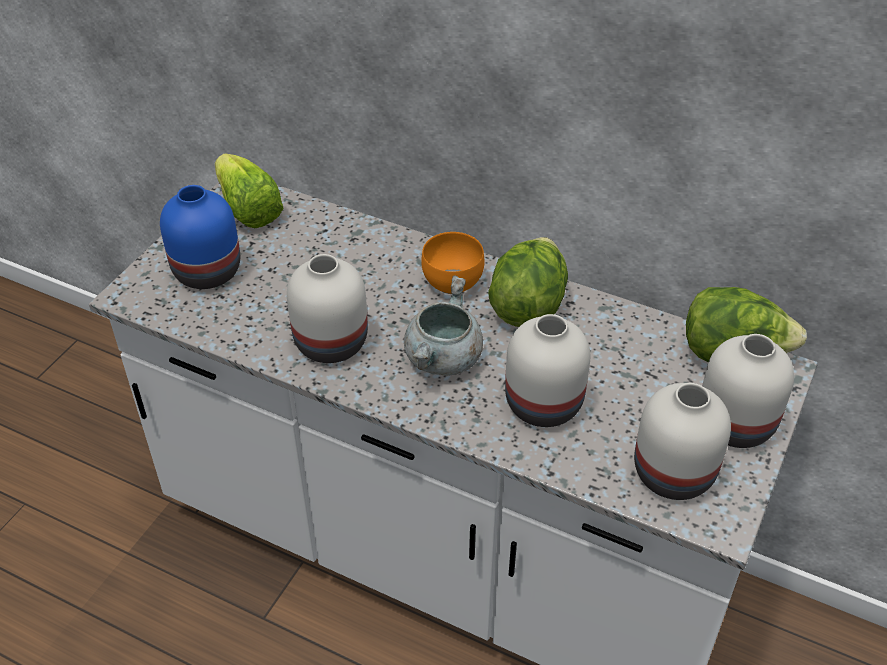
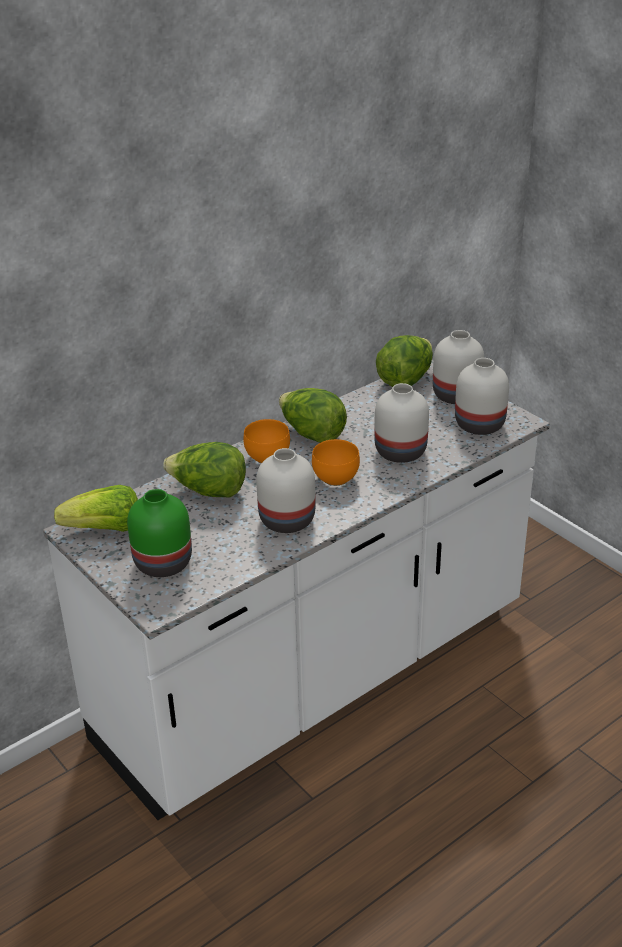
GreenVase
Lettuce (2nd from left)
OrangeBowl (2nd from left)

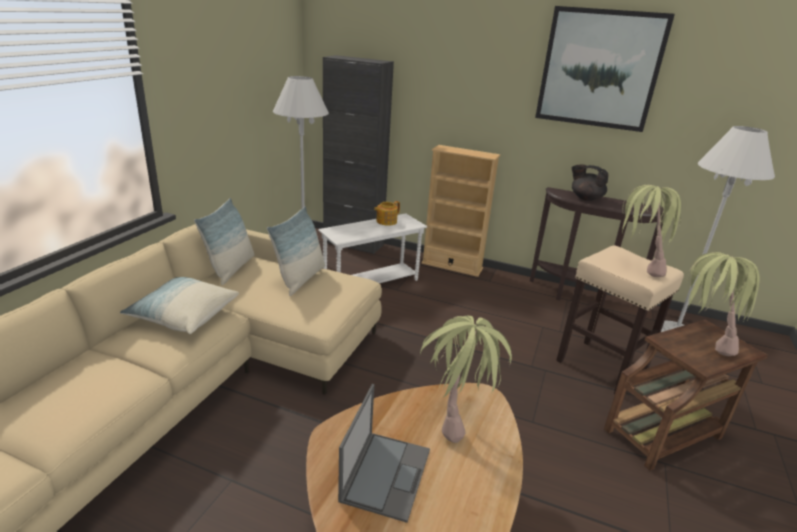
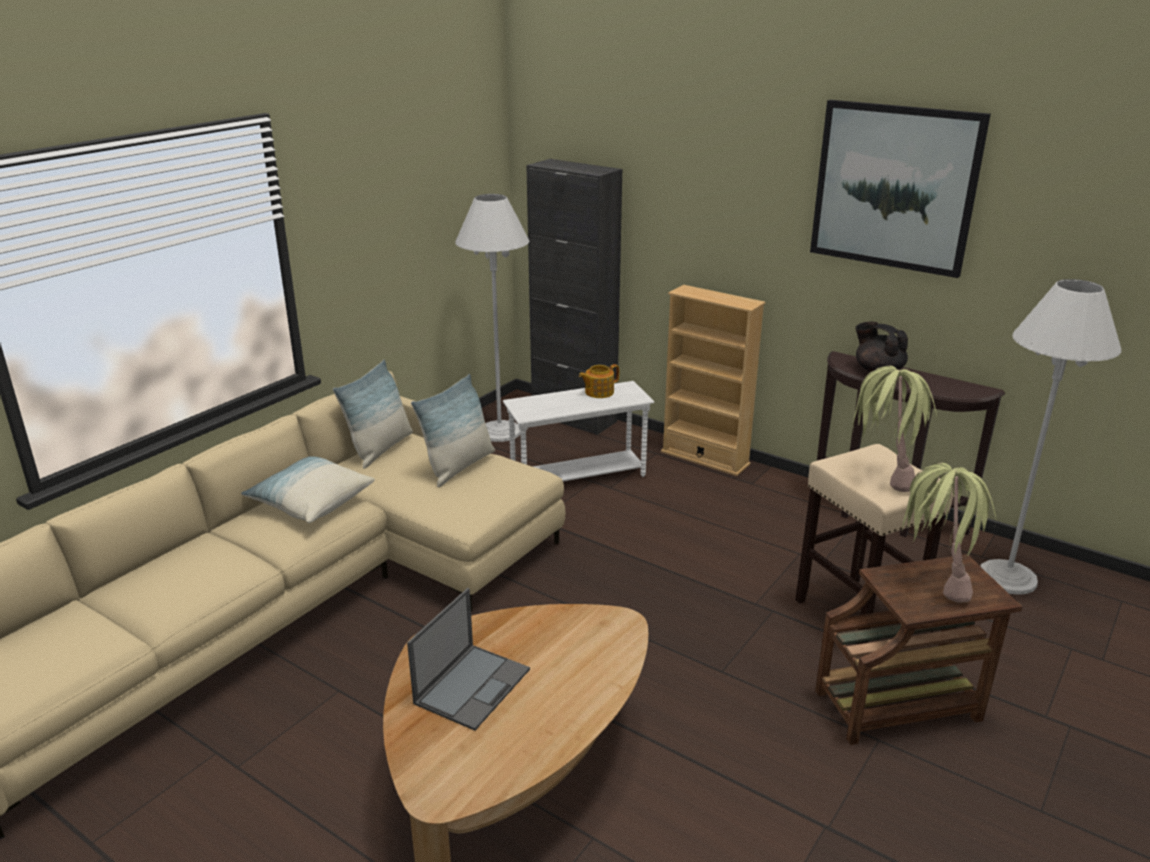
PottedPlant (1st from left in the first image)

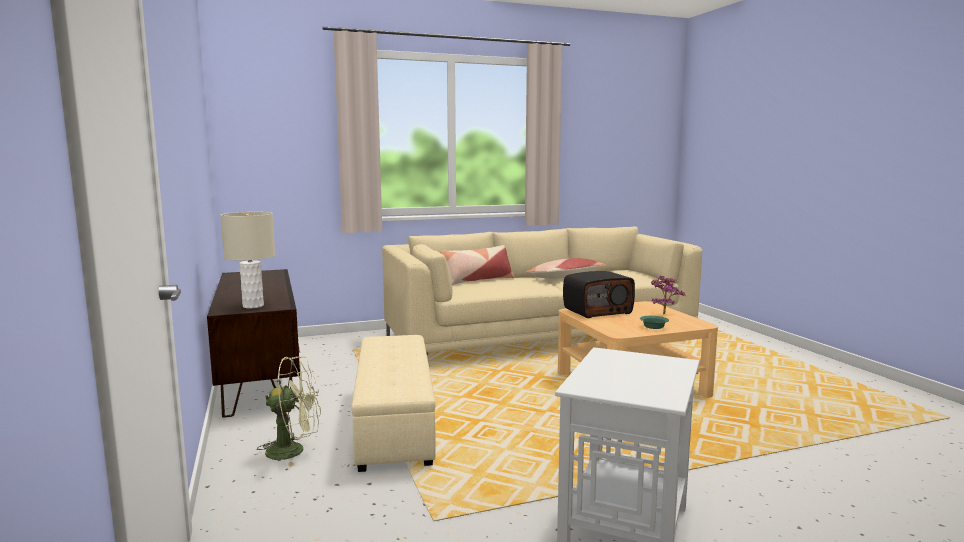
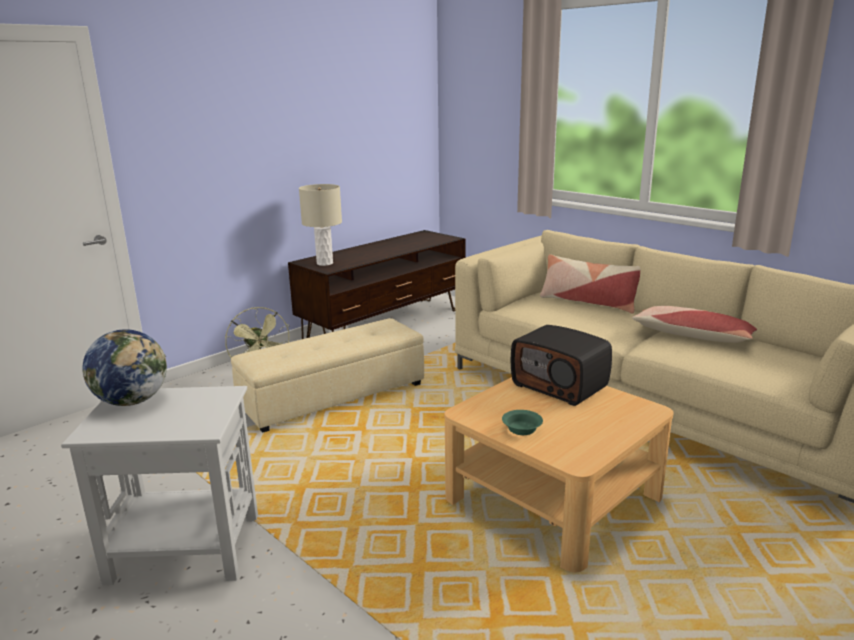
Globe
PottedPlant

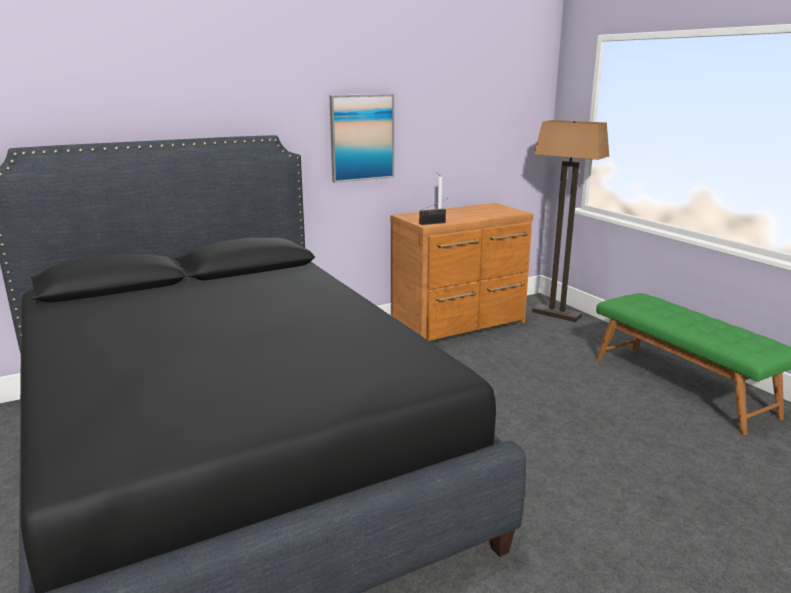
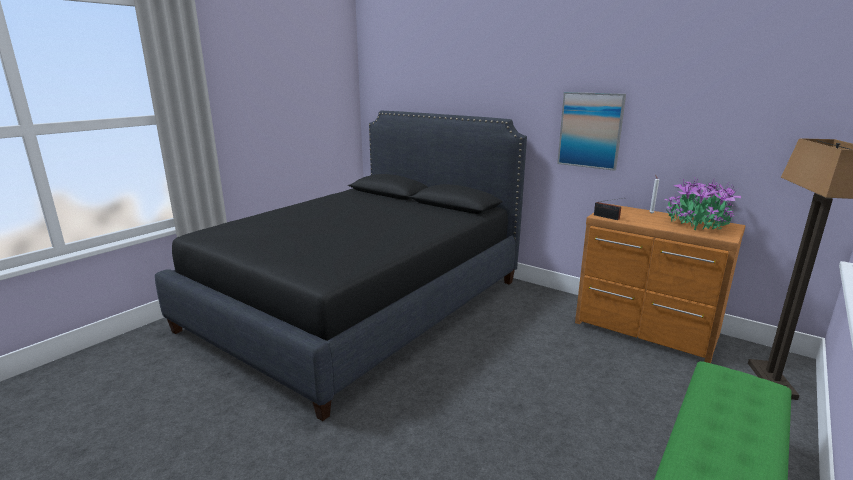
PottedPlant

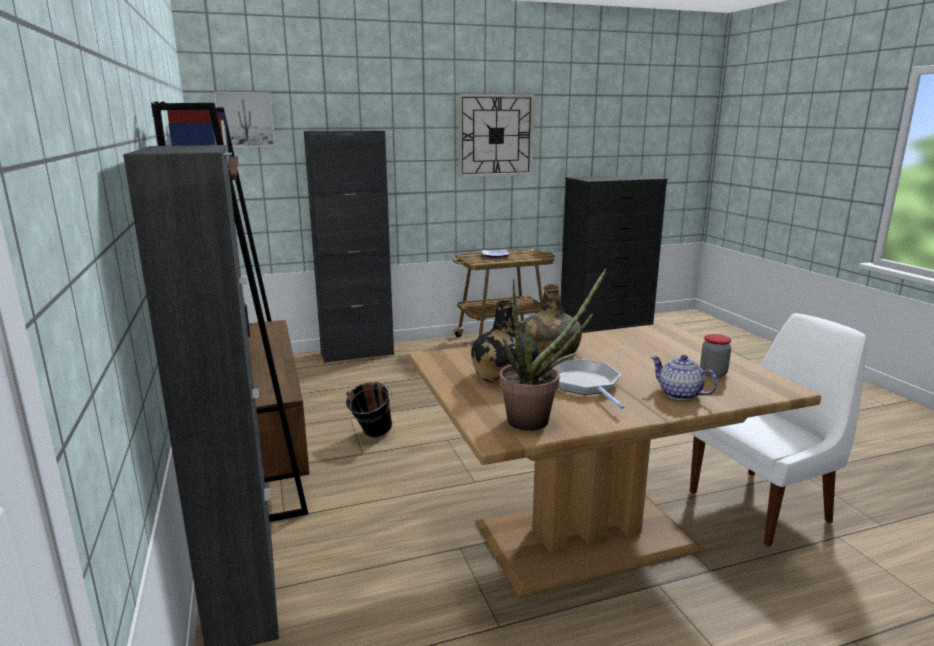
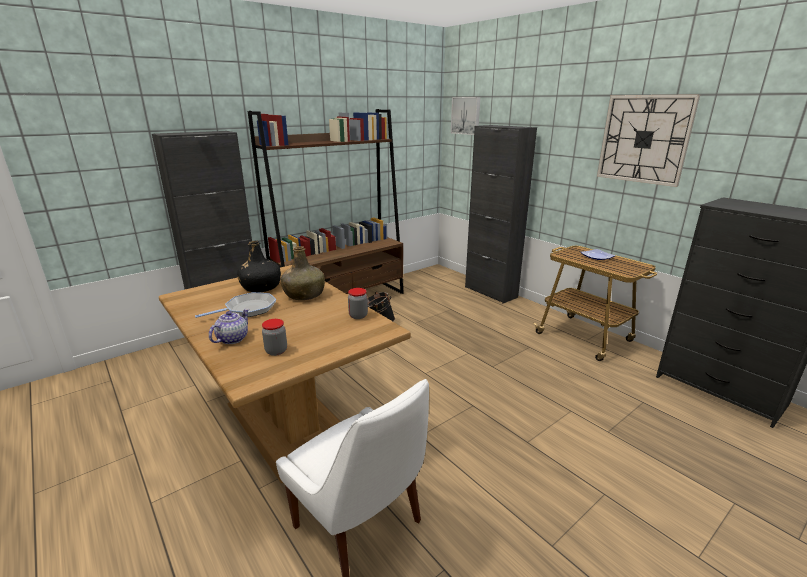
Jar (2nd from left)
PottedPlant

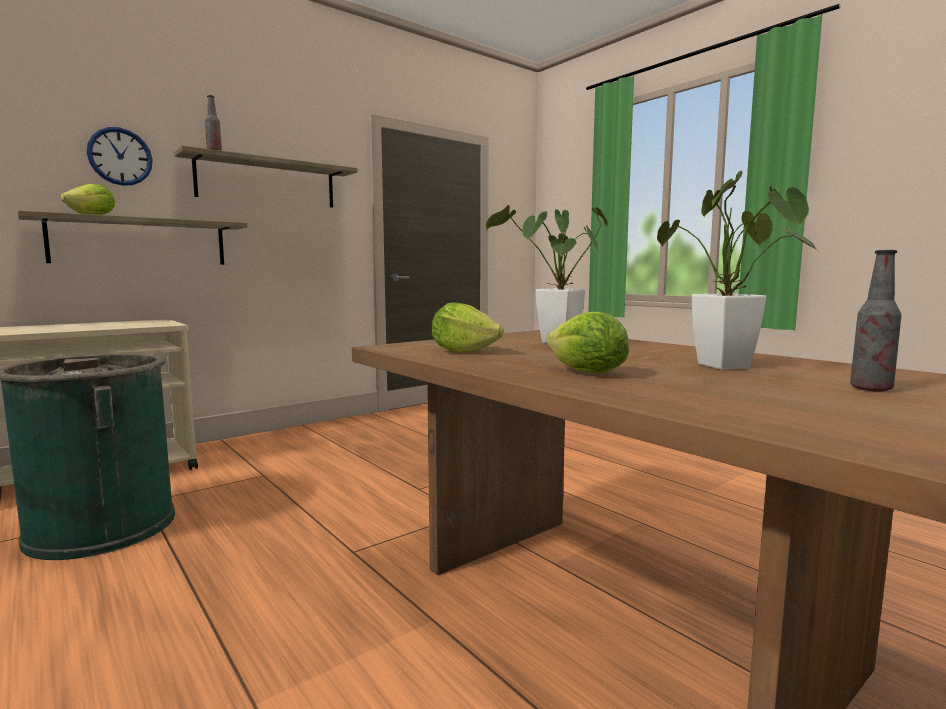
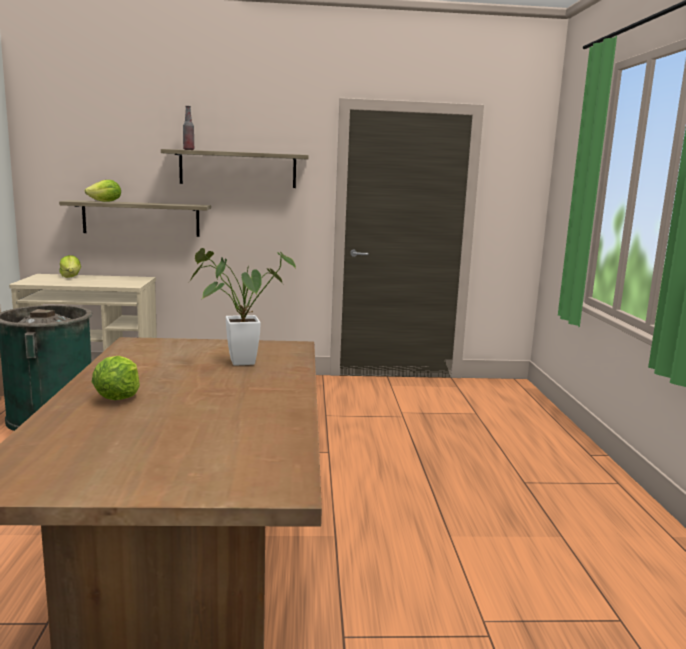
Lettuce (1st from left)
WallClock
PottedPlant (2nd from left in the first image)
Bottle (2nd from left in the first image)

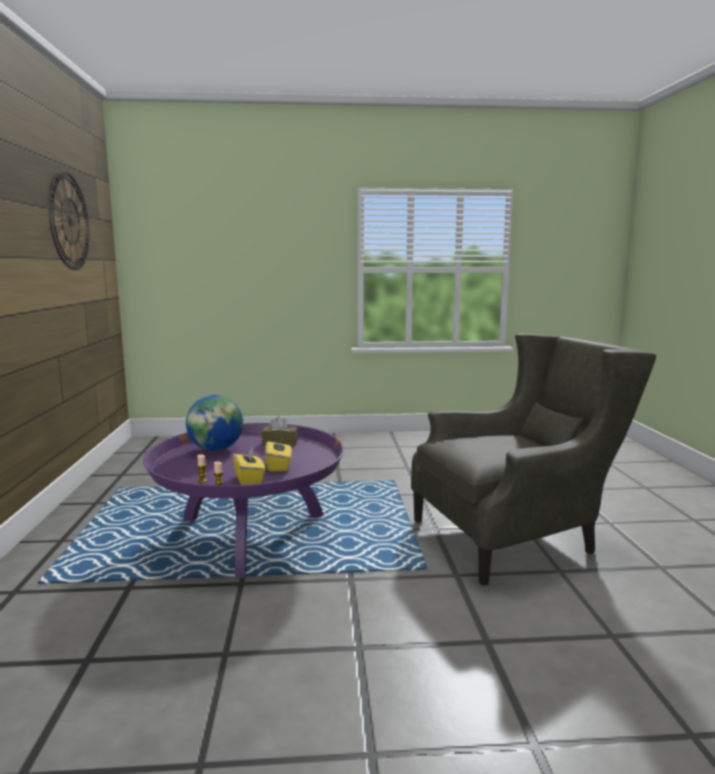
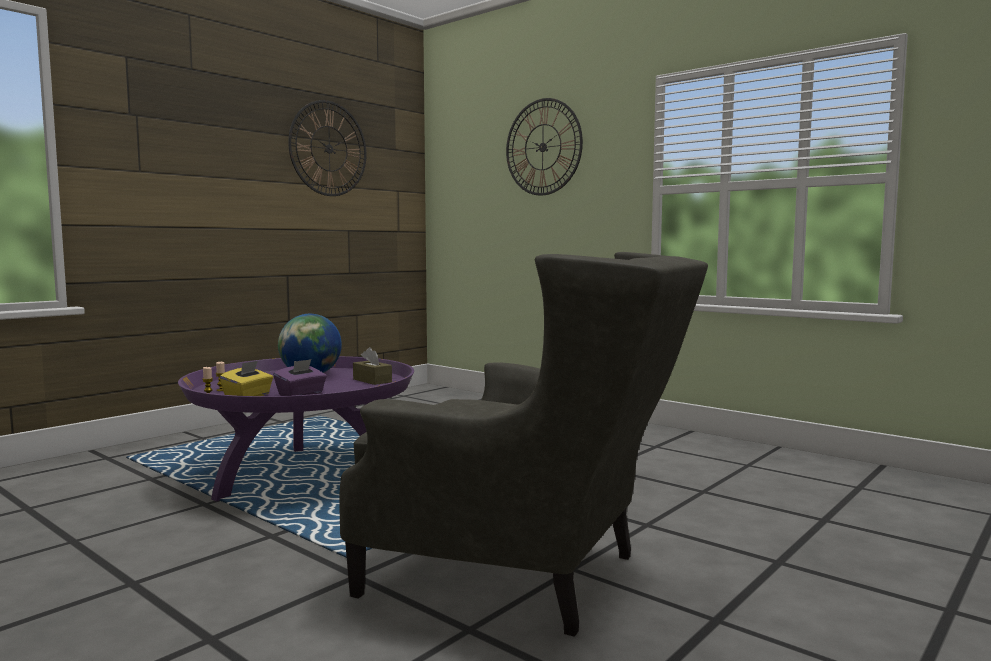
PurpleTissueBox
WallClock (2nd from left)

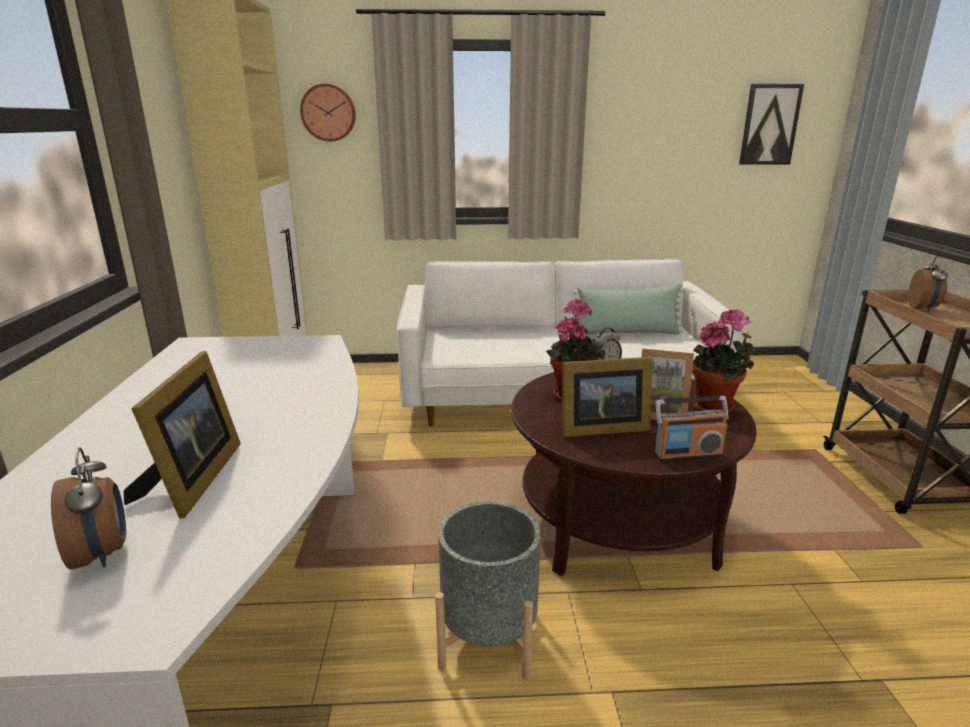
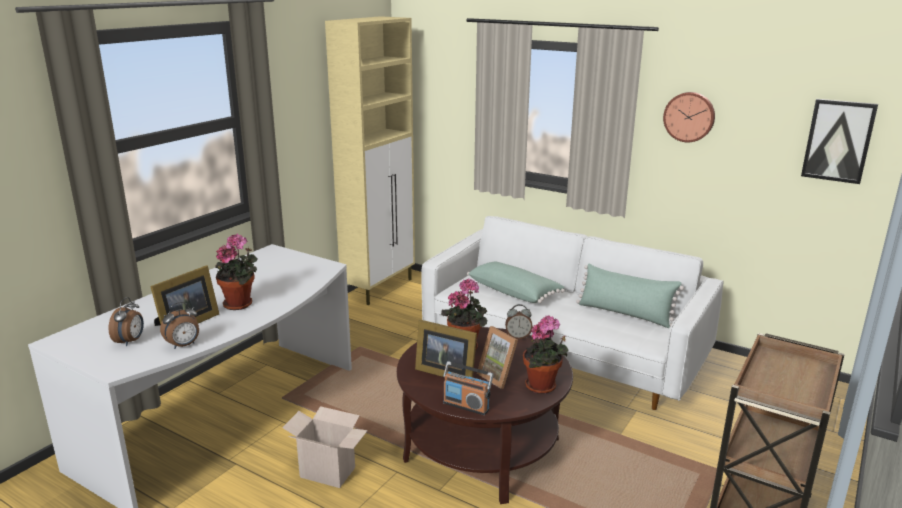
AlarmClock (2nd from left)
PottedPlant (1st from left)
CardboardBox
GreenPillow (1st from left)
WallClock

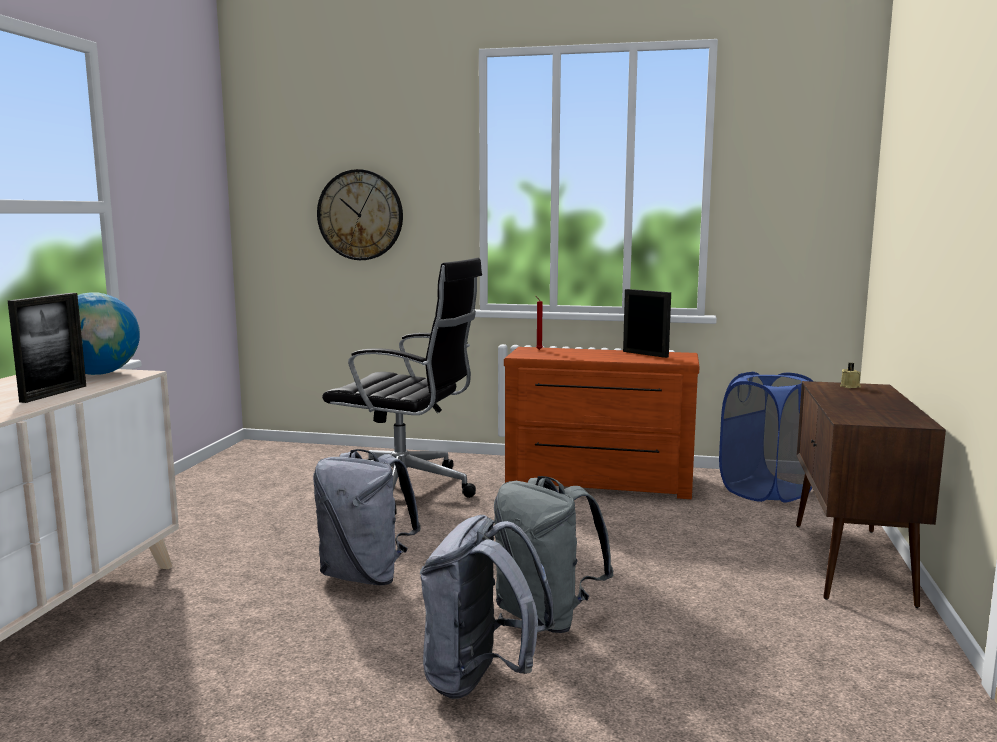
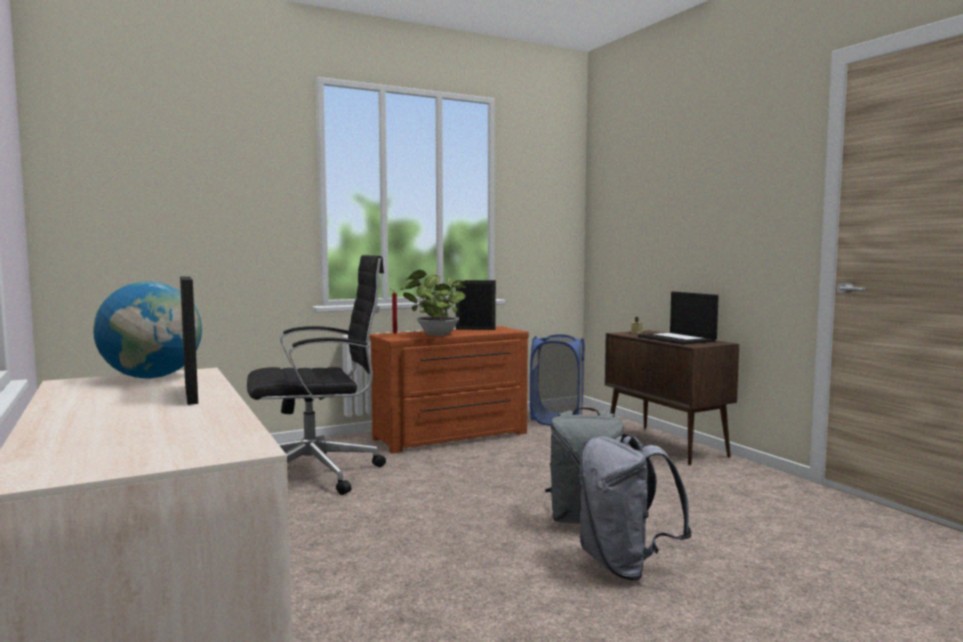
PottedPlant
Laptop
GreyBackpack (1st from left in the first image)
WallClock

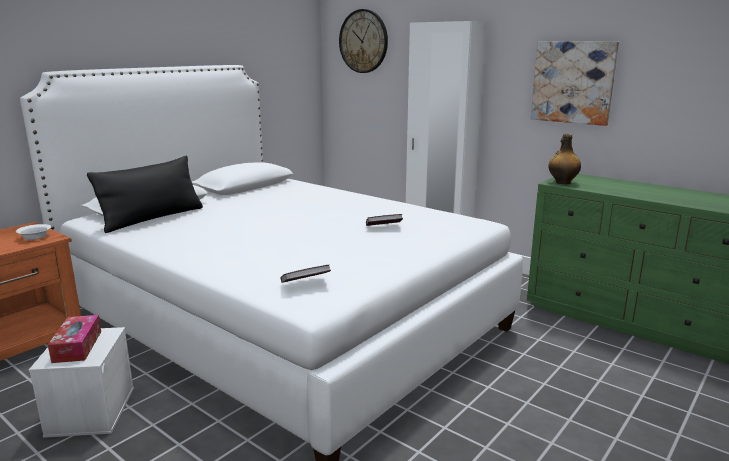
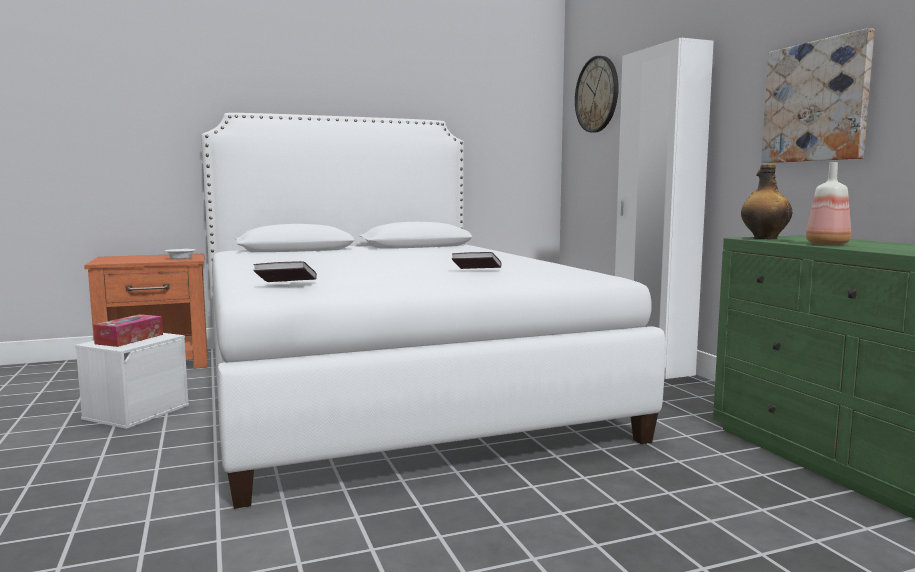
Bottle (2nd from left)
BlackPillow

